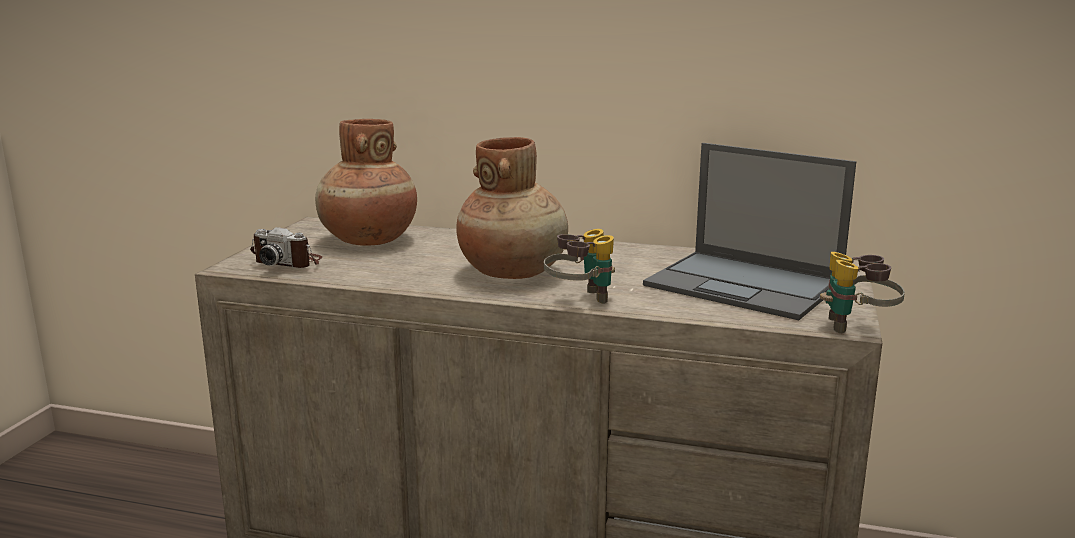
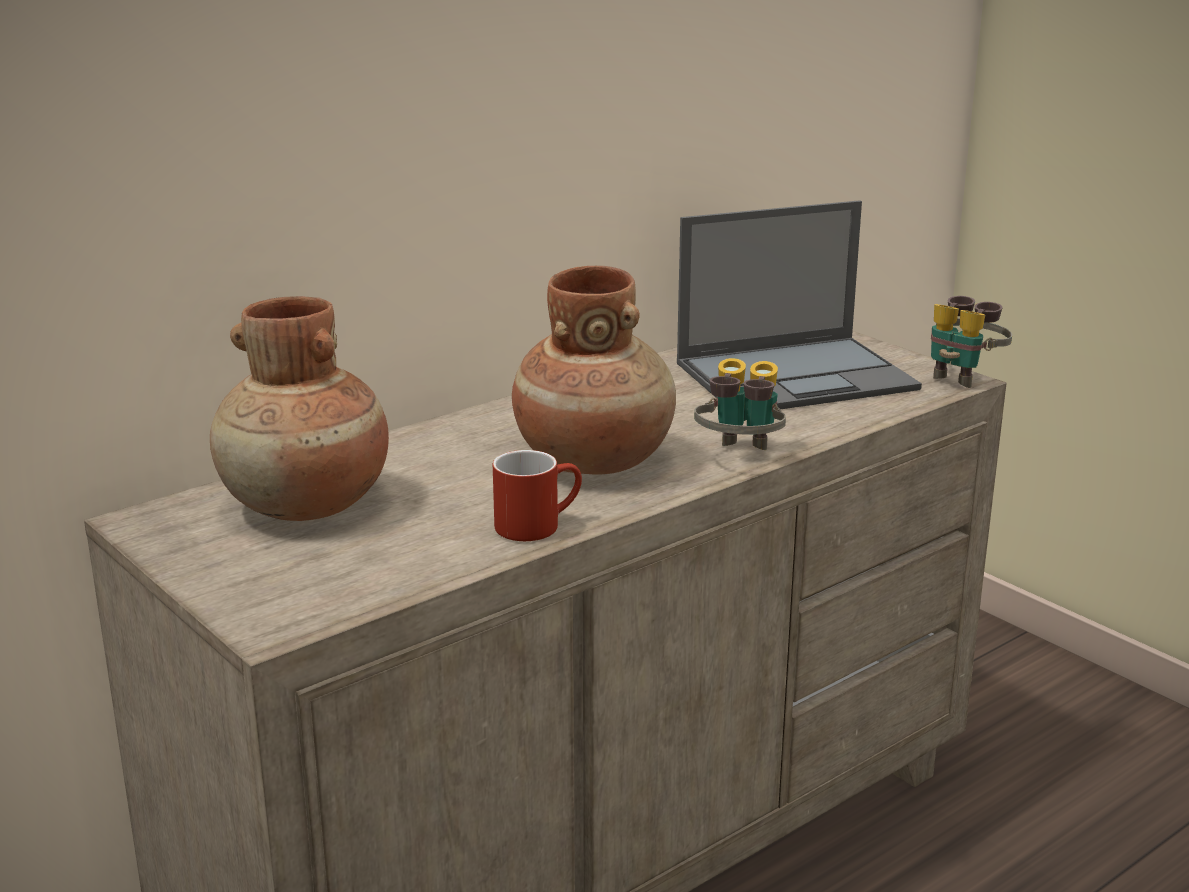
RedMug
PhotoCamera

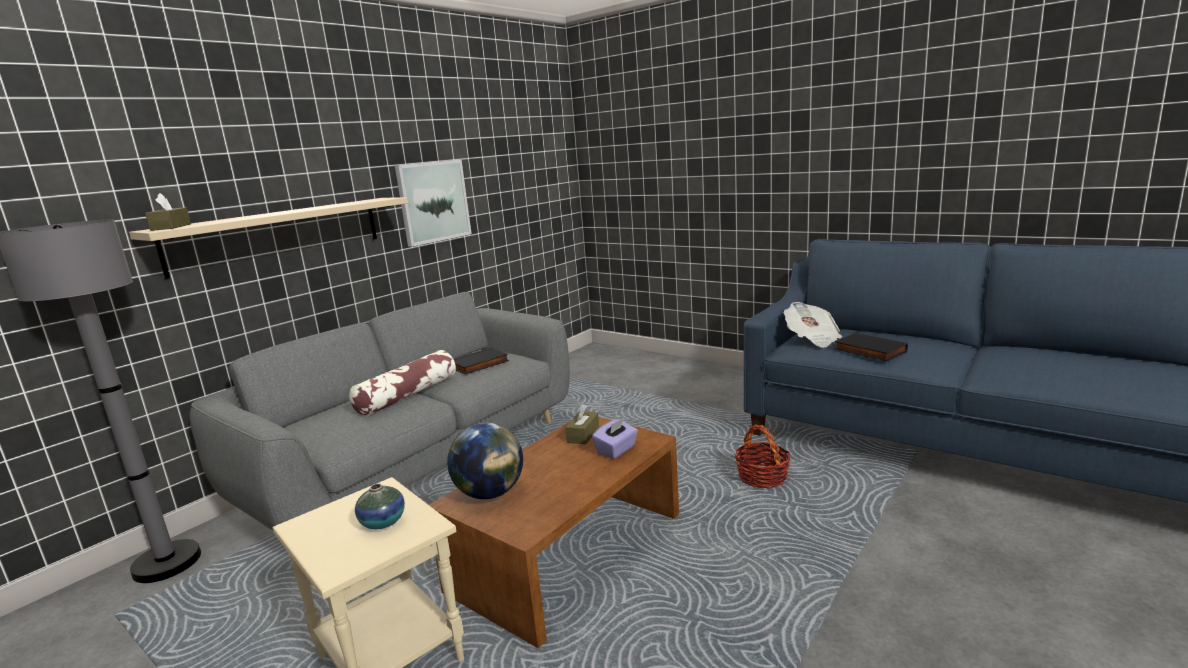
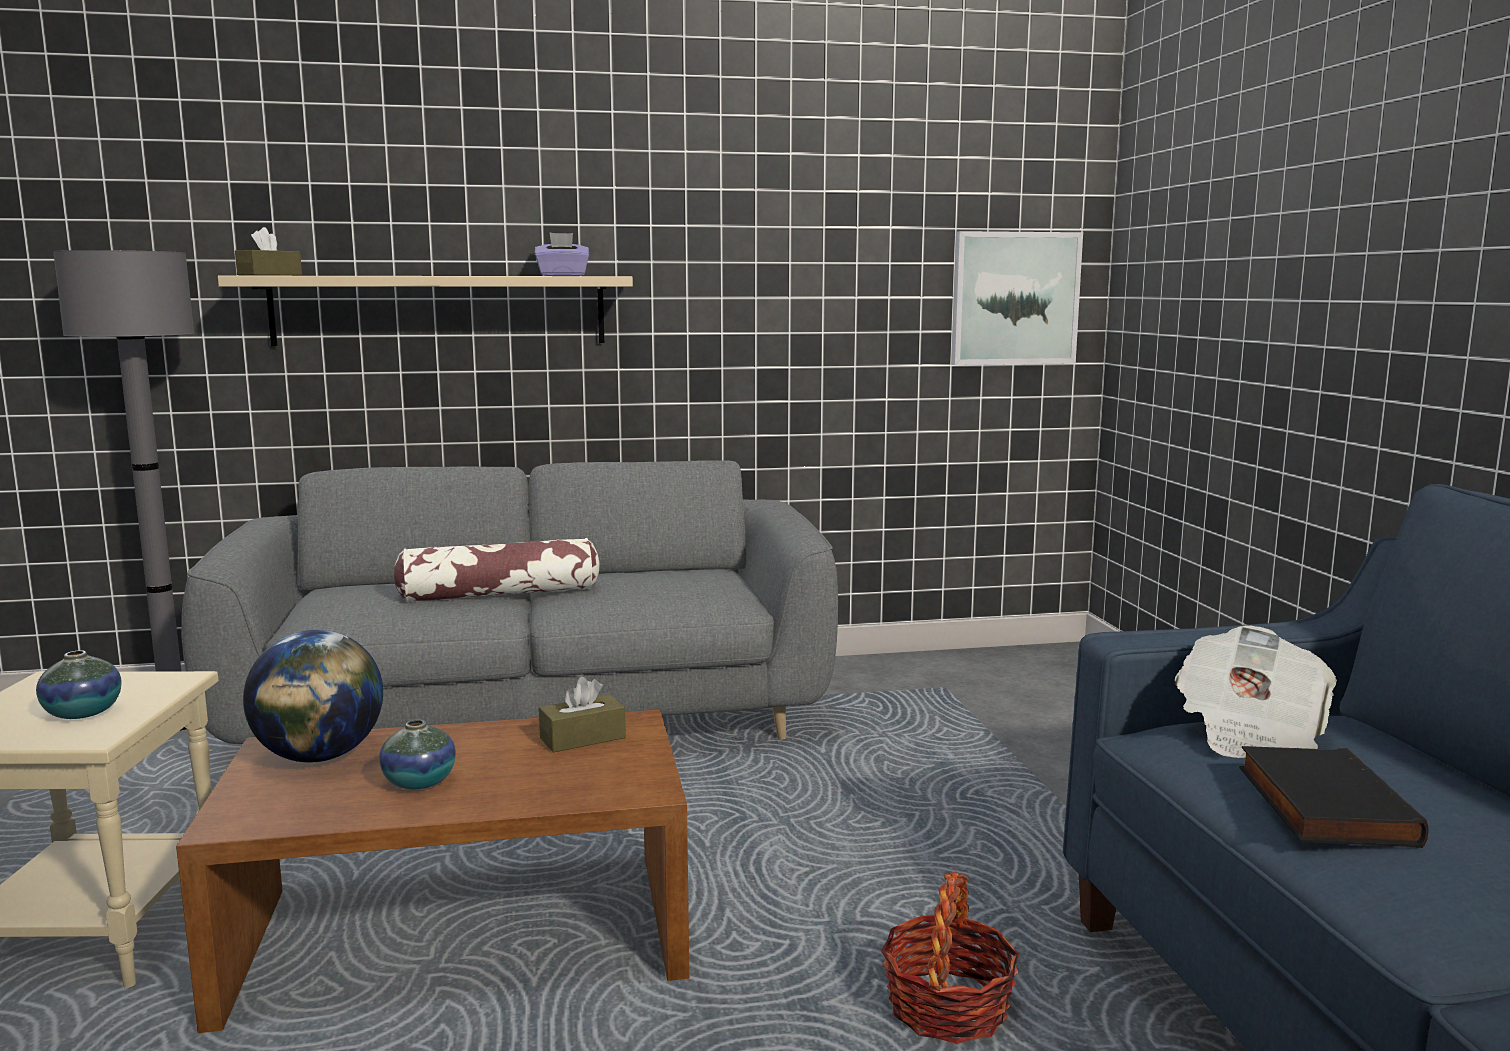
Vase (2nd from left)
PurpleTissueBox
Picture
BlackBook (1st from left in the first image)

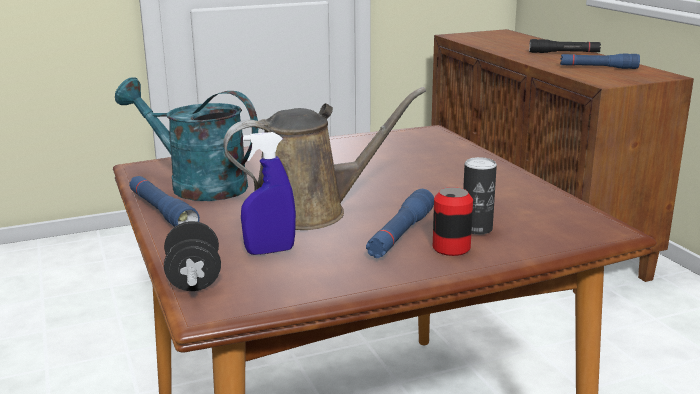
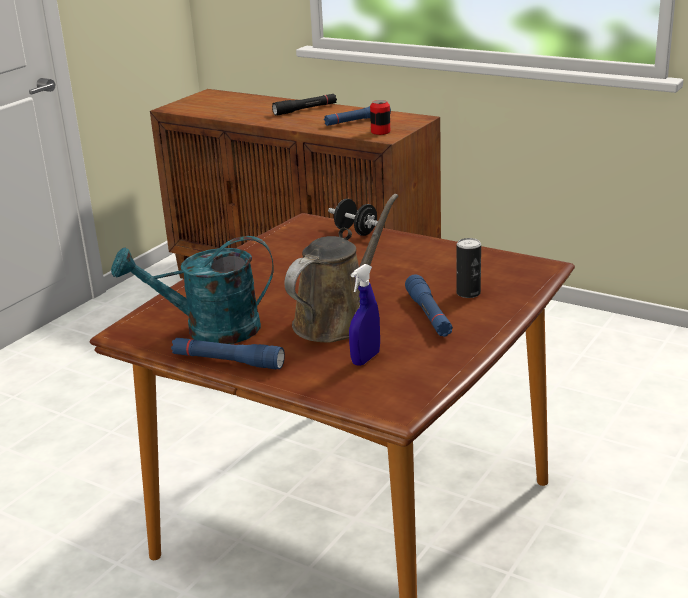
BlackDumbbell
Can (1st from left)

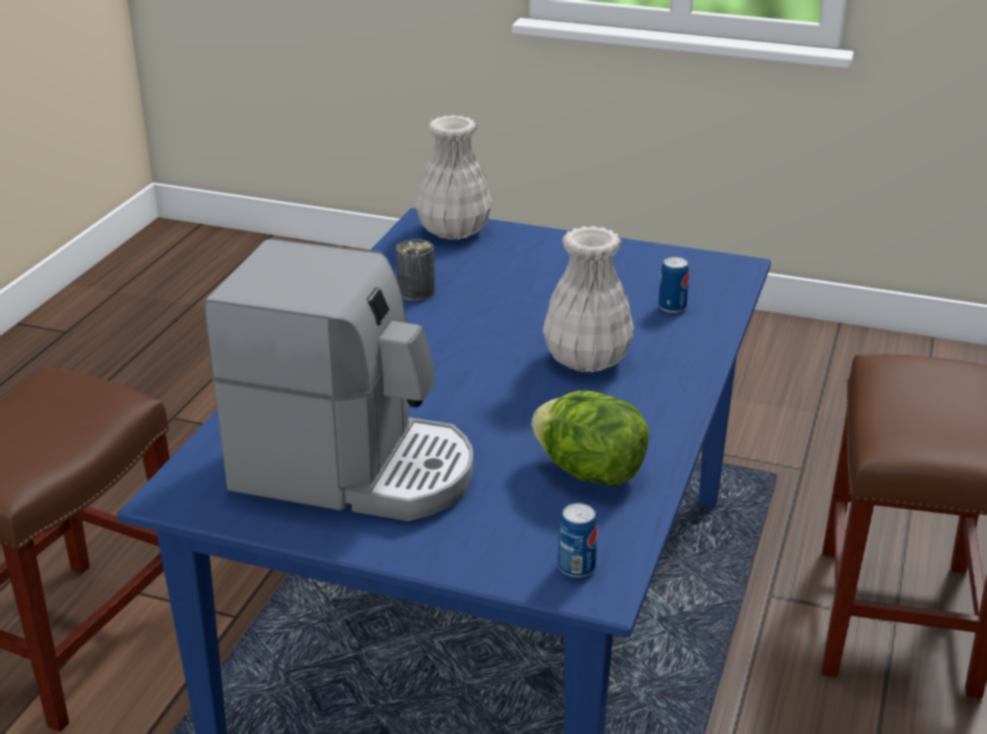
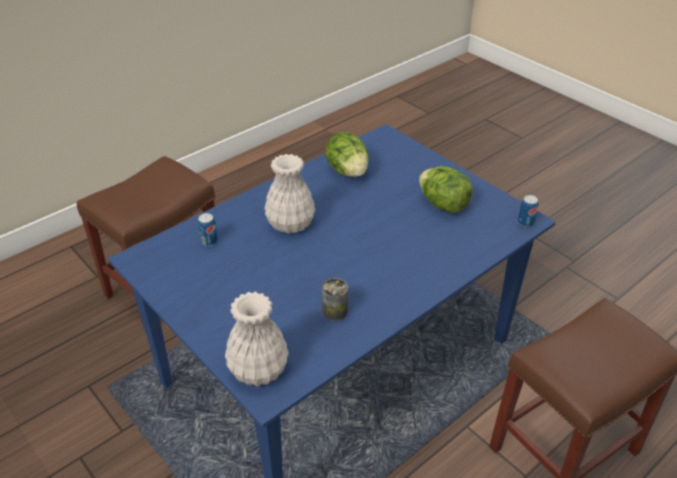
Lettuce (2nd from left)
Can (3rd from left)

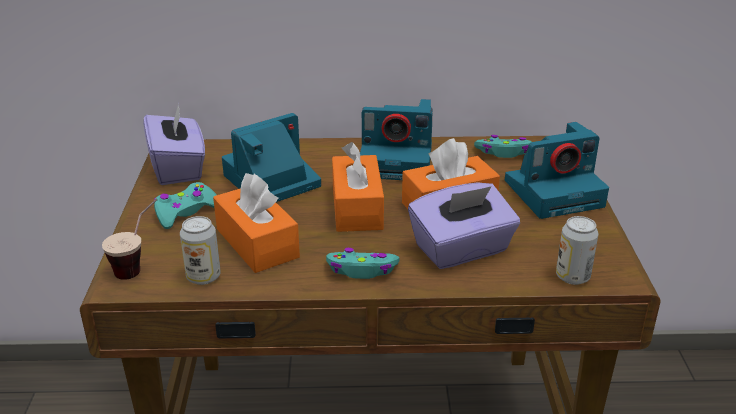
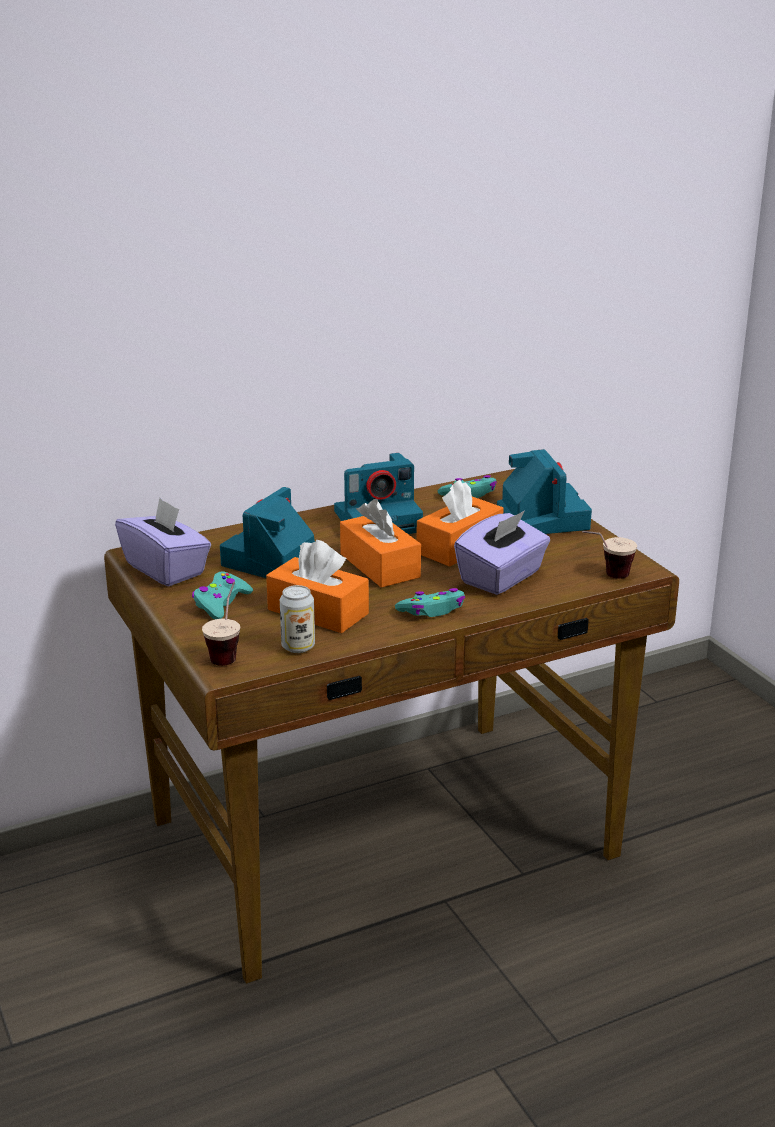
PhotoCamera (3rd from left)
Cup (2nd from left)

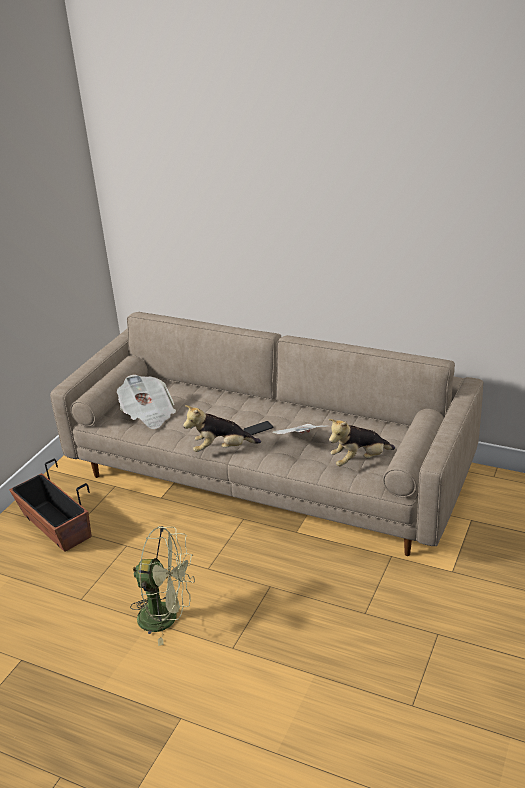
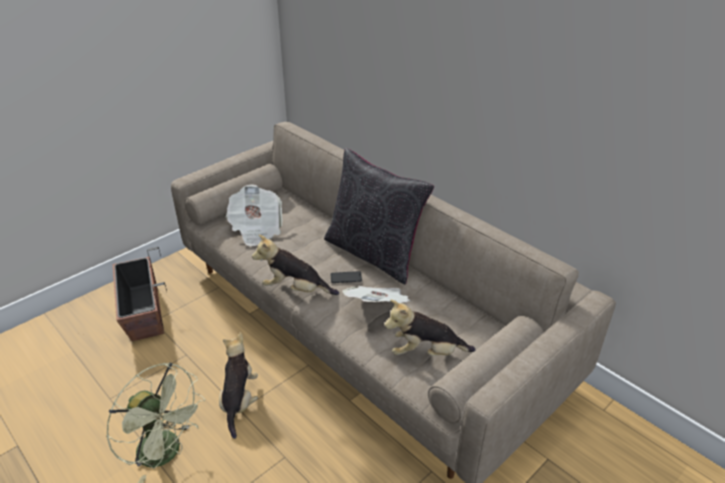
PlushToy (1st from left)
BlackPillow

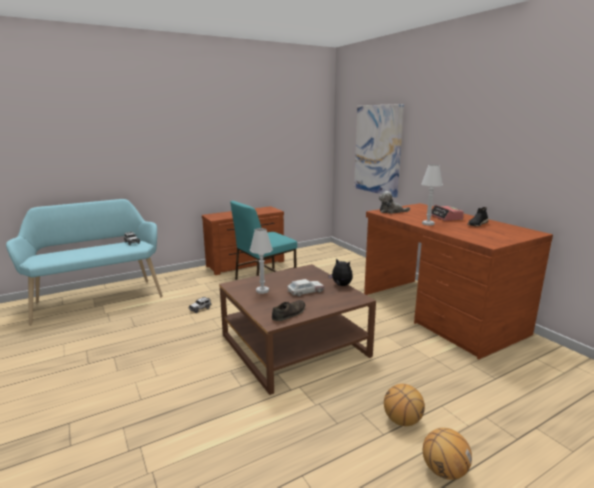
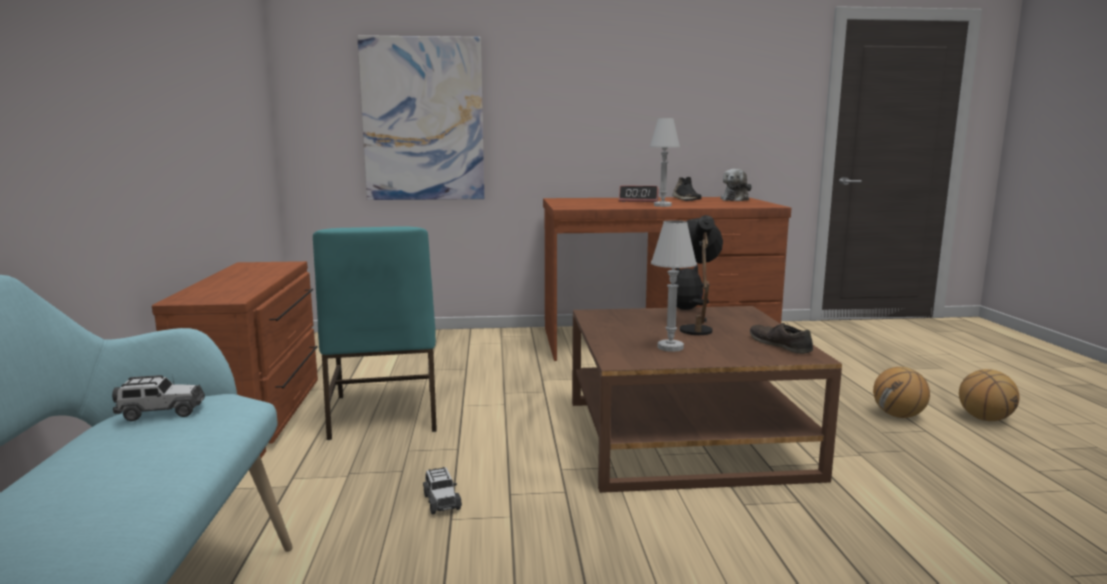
BlackTableLamp
PlushToy (2nd from left)

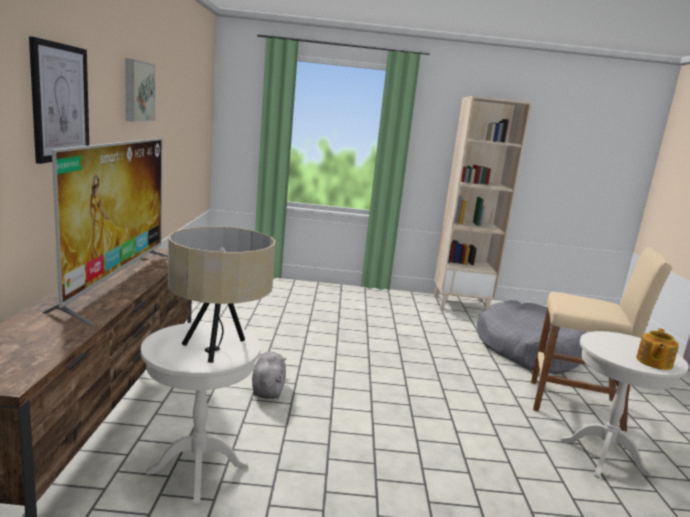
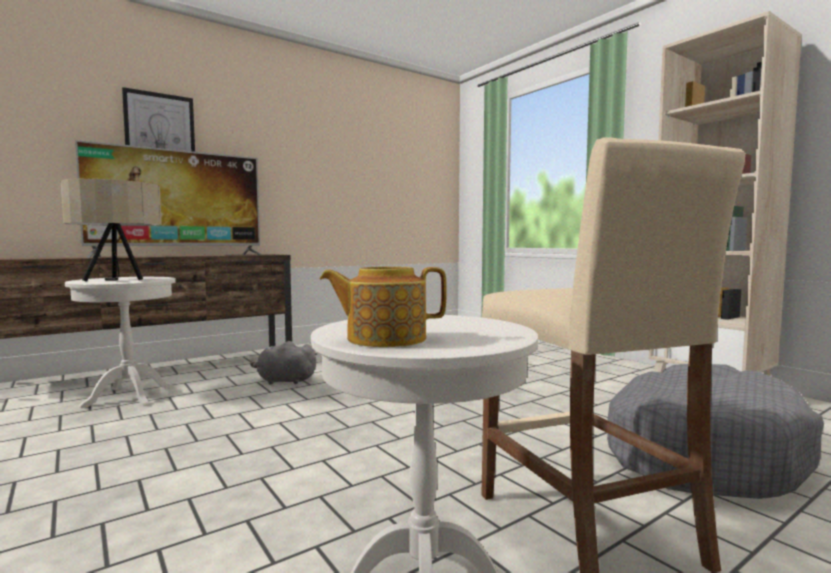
GreyPlushToy
Picture (2nd from left in the first image)

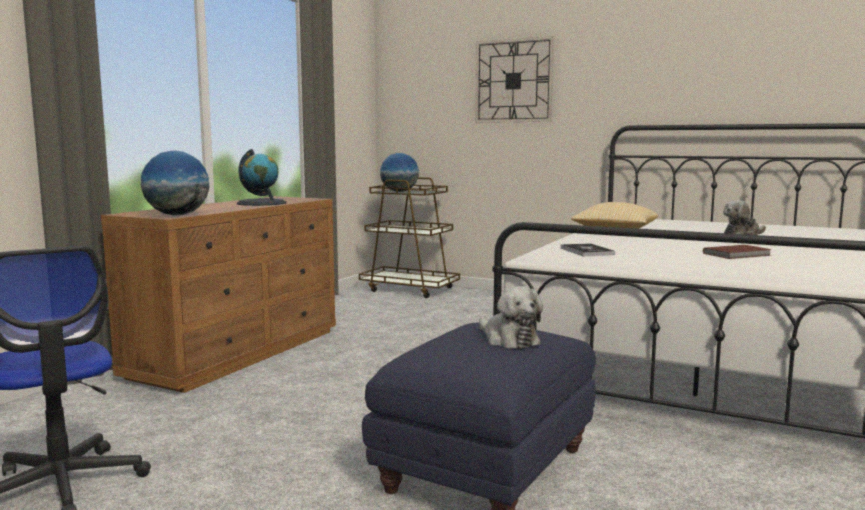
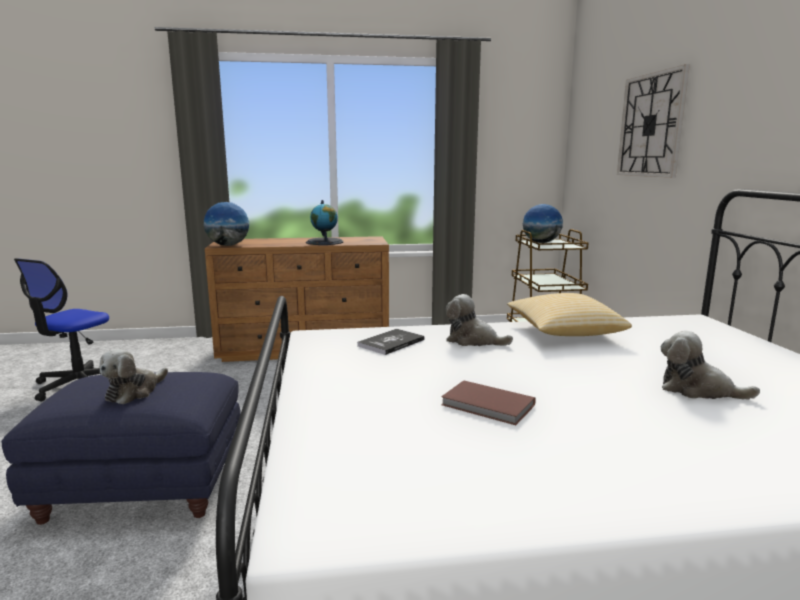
PlushToy (2nd from left)

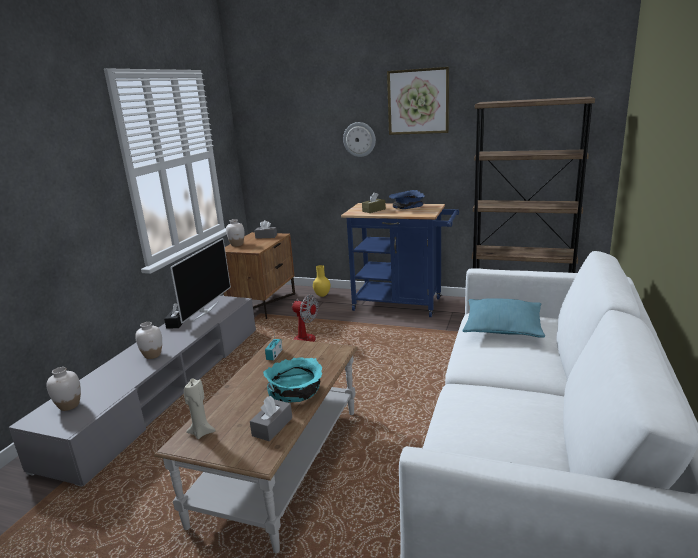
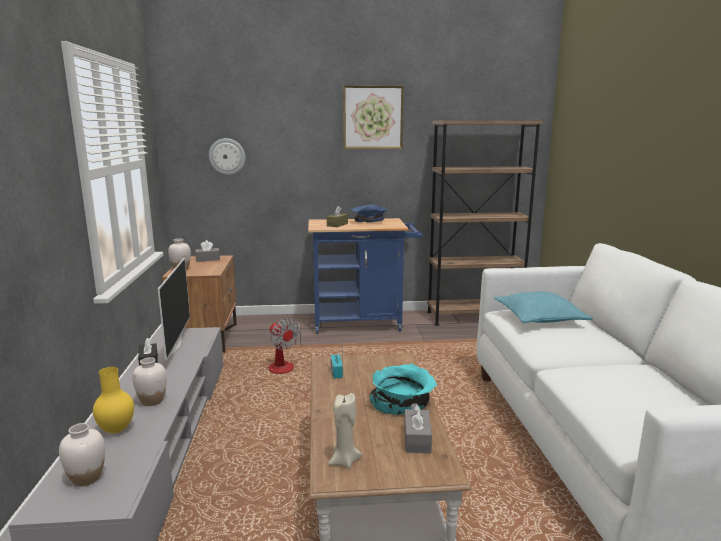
YellowVase
WallClock
Fan

